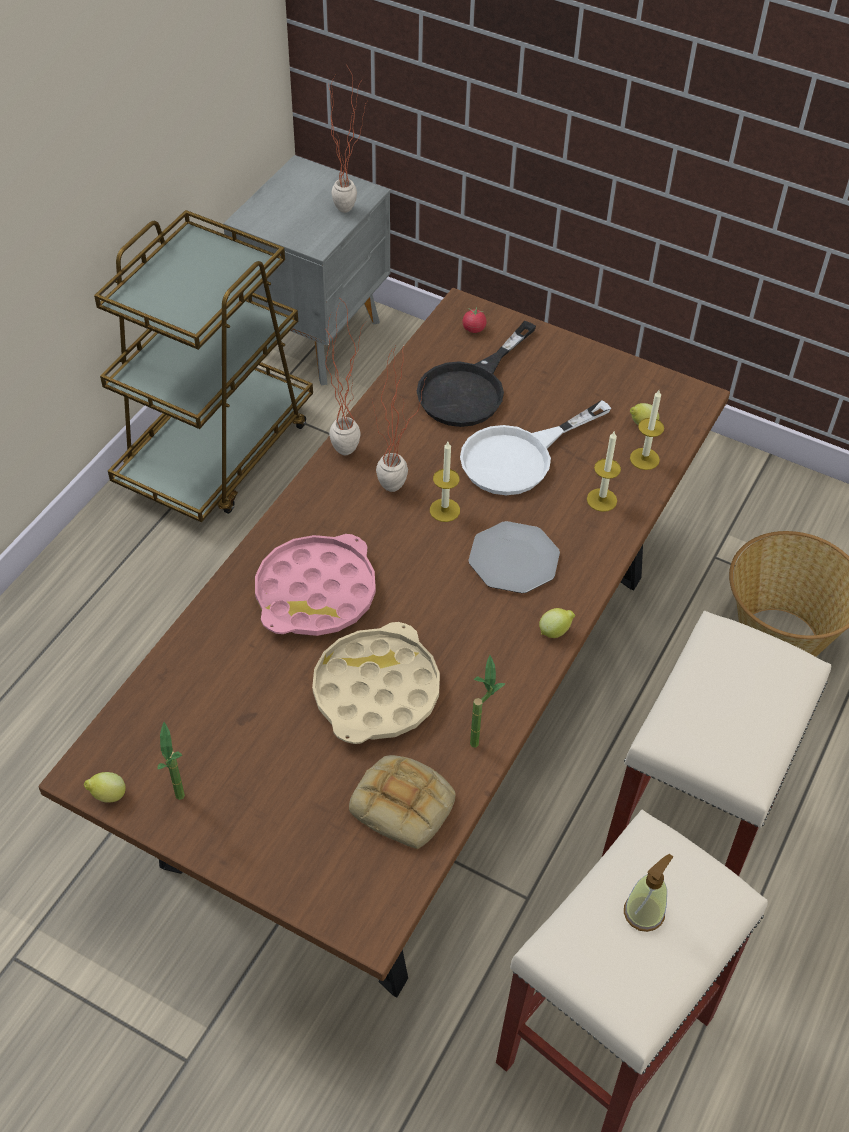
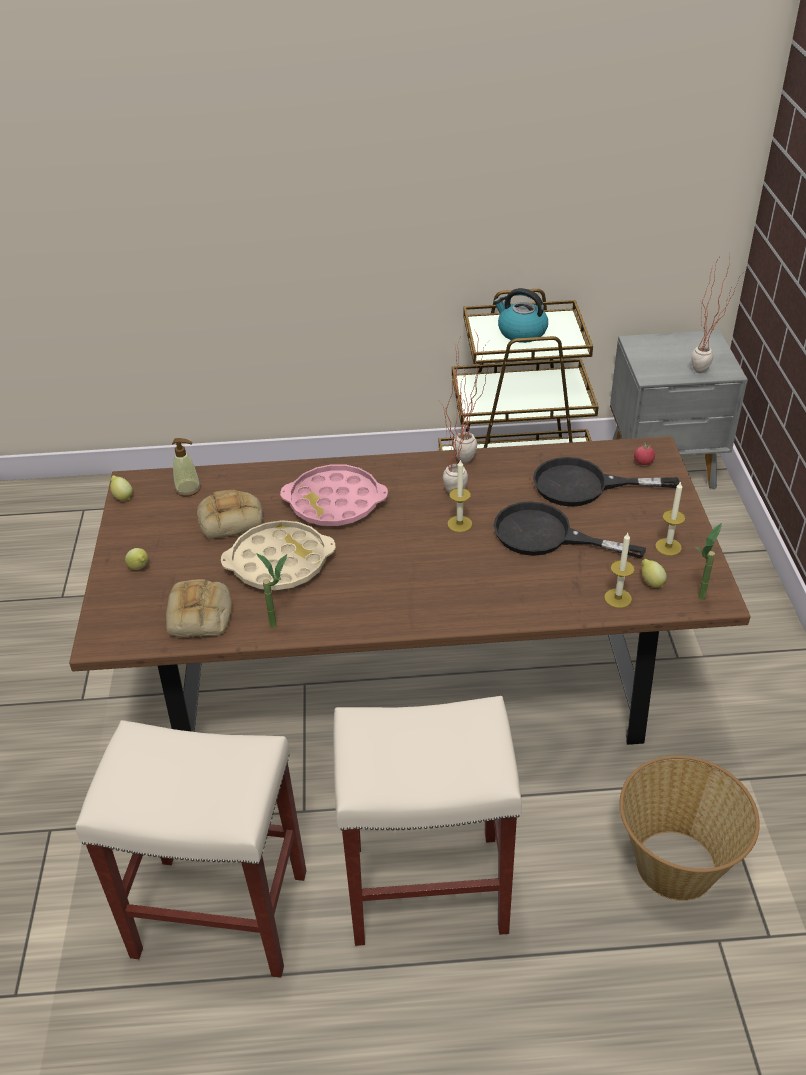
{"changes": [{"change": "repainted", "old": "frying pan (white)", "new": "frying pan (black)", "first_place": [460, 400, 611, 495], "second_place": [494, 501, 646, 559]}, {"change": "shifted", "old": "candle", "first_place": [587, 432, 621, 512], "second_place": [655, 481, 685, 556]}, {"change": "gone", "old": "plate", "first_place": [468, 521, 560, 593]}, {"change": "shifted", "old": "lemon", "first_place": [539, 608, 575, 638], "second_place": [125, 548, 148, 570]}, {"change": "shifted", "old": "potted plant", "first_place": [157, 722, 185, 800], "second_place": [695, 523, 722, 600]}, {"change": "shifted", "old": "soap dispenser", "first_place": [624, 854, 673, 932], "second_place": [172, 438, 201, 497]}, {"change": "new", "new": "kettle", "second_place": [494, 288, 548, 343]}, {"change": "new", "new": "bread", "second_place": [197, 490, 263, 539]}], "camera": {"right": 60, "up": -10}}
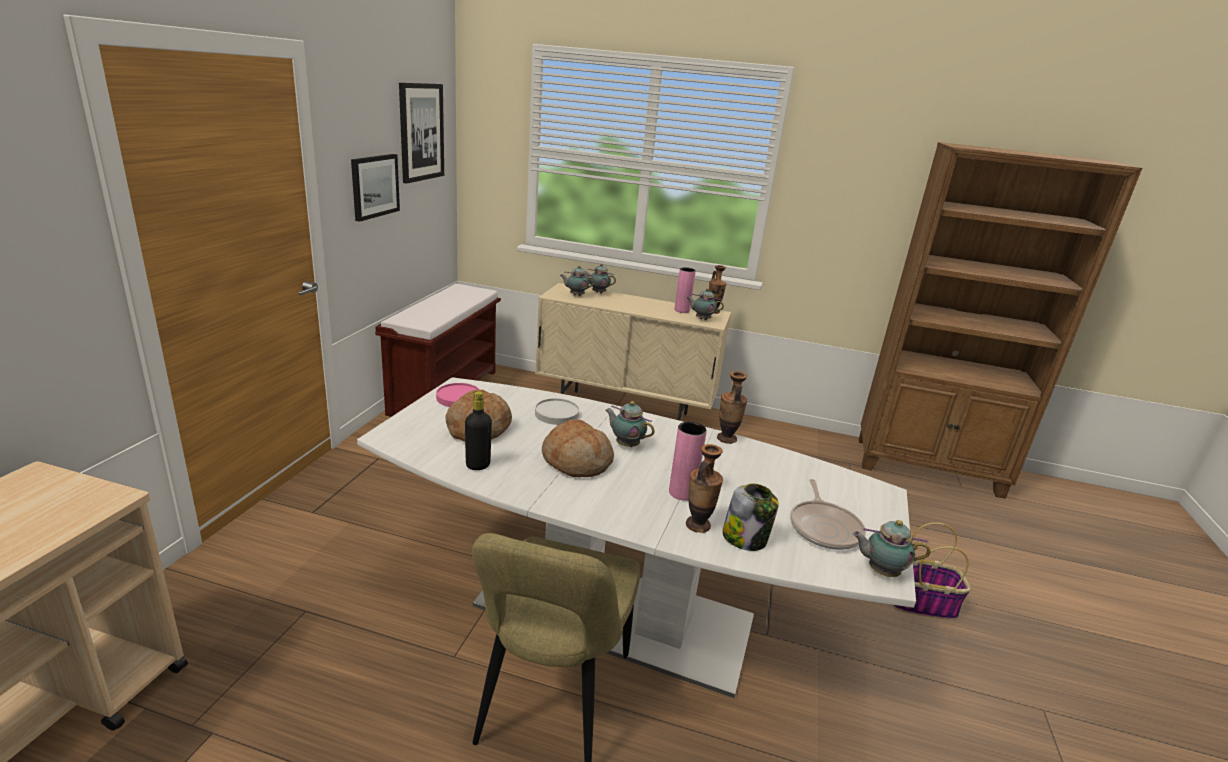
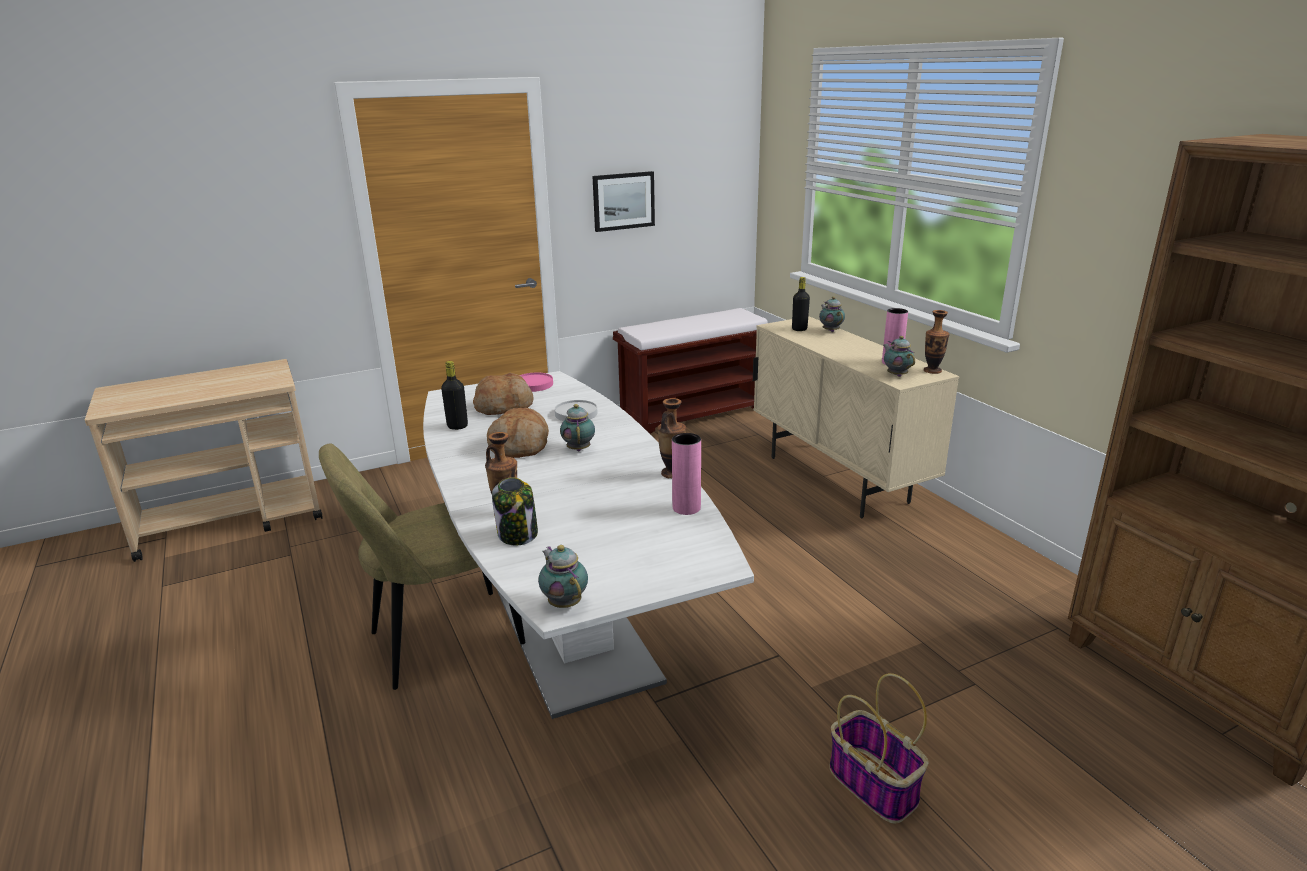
{"changes": [{"change": "gone", "old": "picture", "first_place": [399, 83, 444, 184]}, {"change": "swapped", "old": "teapot", "new": "bottle (black)", "first_place": [560, 266, 596, 296], "second_place": [792, 277, 810, 331]}, {"change": "shifted", "old": "vase (pink)", "first_place": [669, 422, 707, 501], "second_place": [672, 433, 701, 515]}, {"change": "gone", "old": "frying pan", "first_place": [790, 479, 866, 550]}], "camera": {"right": 50, "up": 0}}
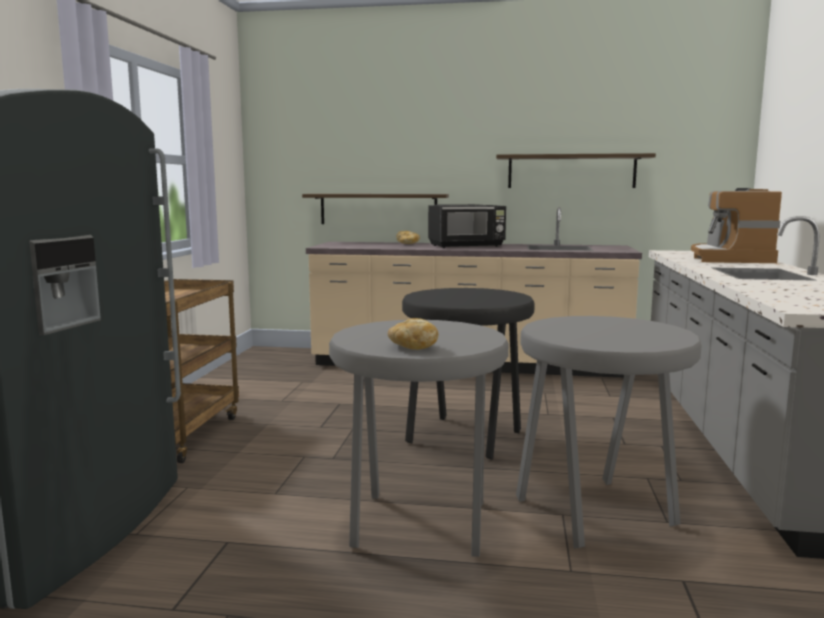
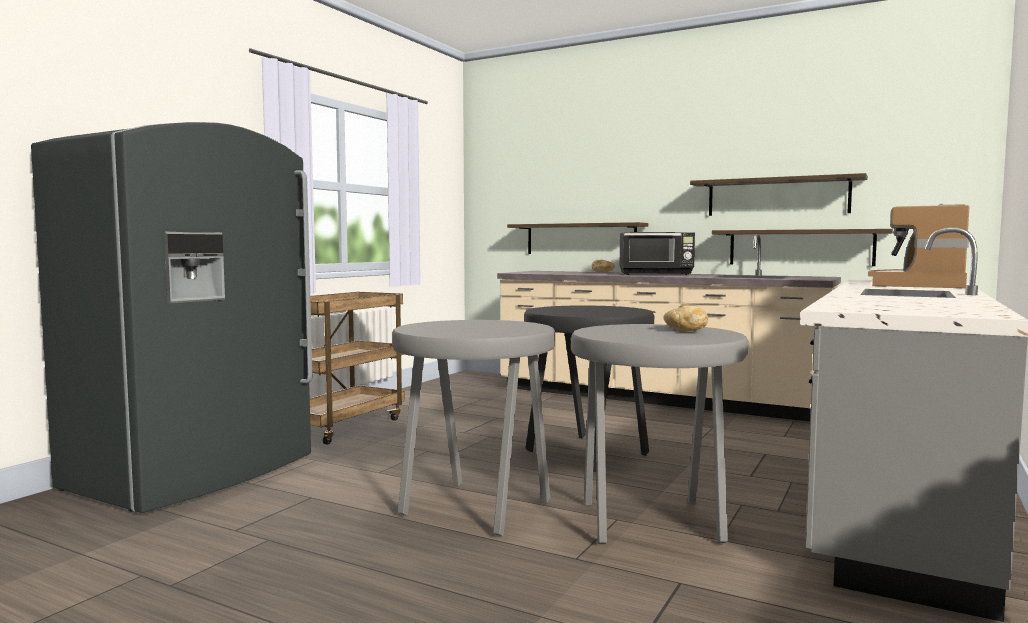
{"changes": [{"change": "shifted", "old": "bread", "first_place": [388, 318, 439, 350], "second_place": [663, 305, 708, 331]}, {"change": "new", "new": "shelf", "second_place": [712, 229, 893, 266]}], "camera": {"right": 20, "up": -5}}
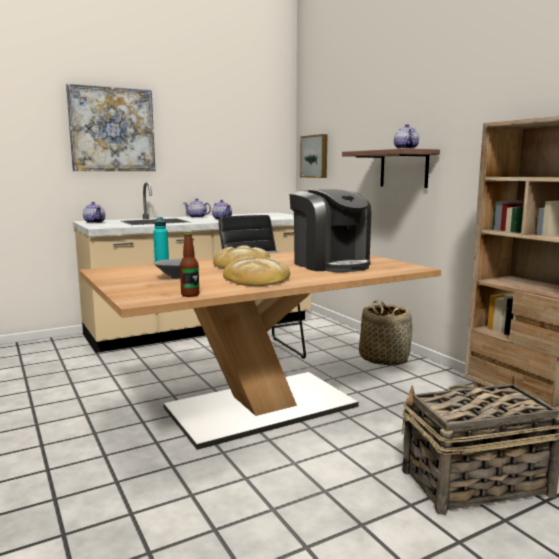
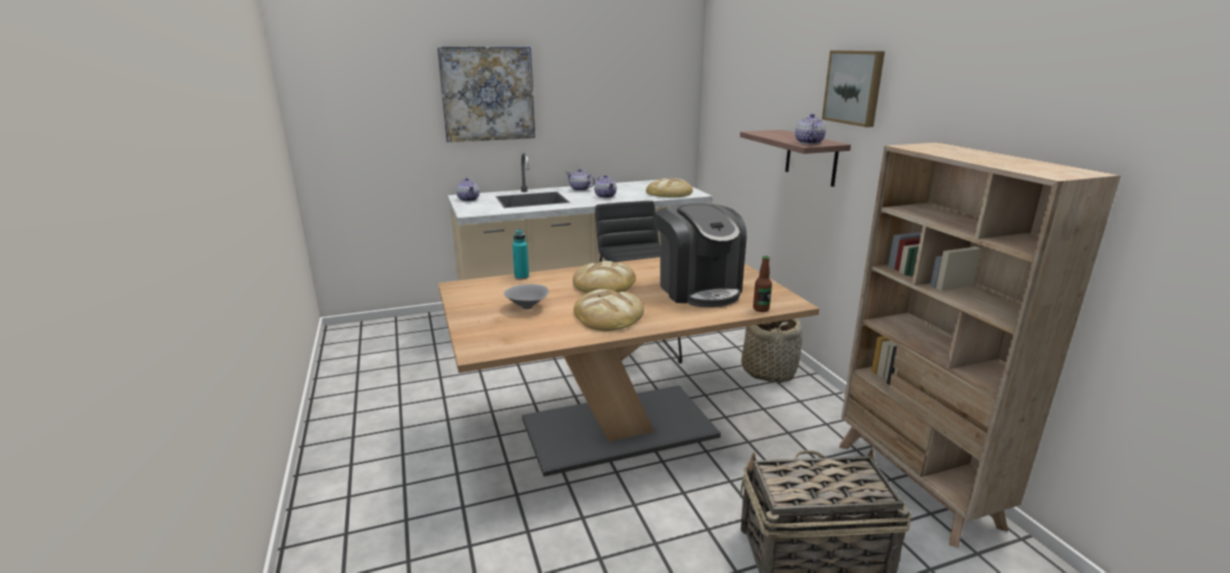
{"changes": [{"change": "shifted", "old": "picture", "first_place": [300, 134, 327, 178], "second_place": [822, 50, 885, 127]}, {"change": "shifted", "old": "bottle", "first_place": [180, 233, 199, 297], "second_place": [753, 256, 772, 312]}, {"change": "new", "new": "bread", "second_place": [646, 178, 693, 197]}], "camera": {"right": 10, "up": 10}}
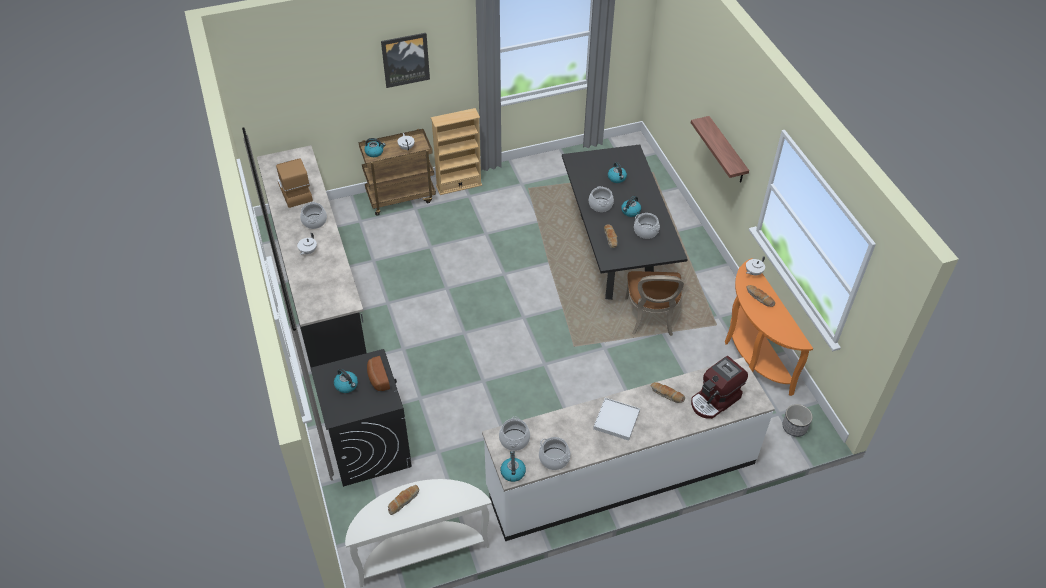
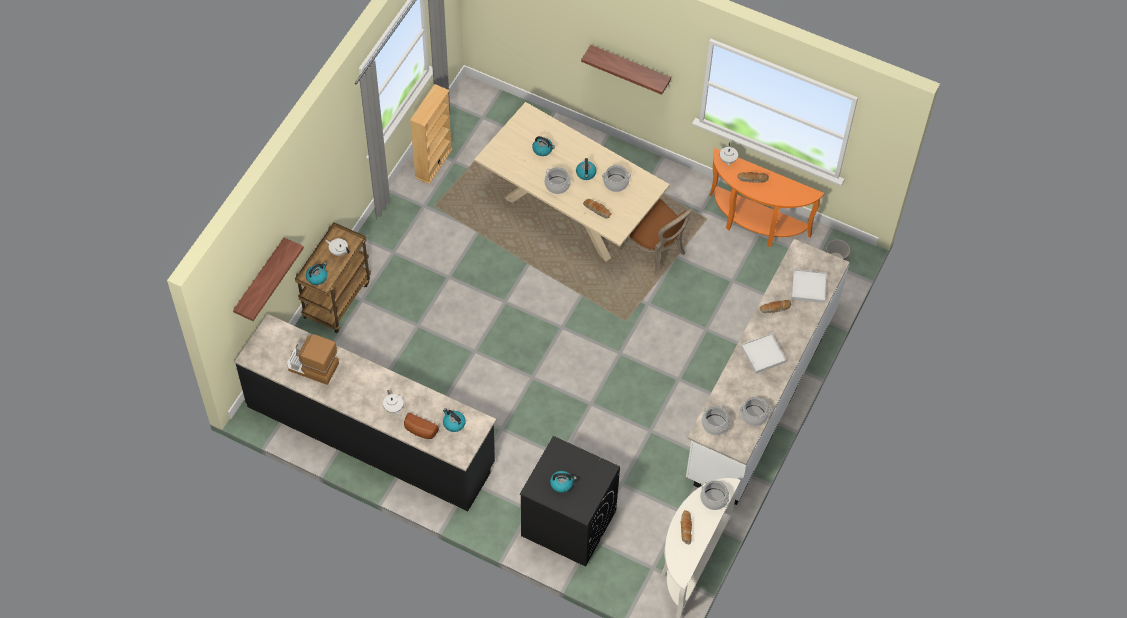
{"changes": [{"change": "gone", "old": "picture", "first_place": [381, 33, 430, 88]}, {"change": "shifted", "old": "bookcase (beige)", "first_place": [431, 108, 482, 195], "second_place": [410, 84, 453, 184]}, {"change": "repainted", "old": "dining table (black)", "new": "dining table (beige)", "first_place": [562, 145, 688, 300], "second_place": [474, 102, 670, 262]}, {"change": "shifted", "old": "cooking pot", "first_place": [300, 202, 327, 229], "second_place": [700, 480, 729, 510]}, {"change": "shifted", "old": "bread", "first_place": [367, 356, 390, 391], "second_place": [404, 413, 439, 439]}, {"change": "swapped", "old": "coffee machine", "new": "tray (white)", "first_place": [691, 356, 748, 419], "second_place": [791, 269, 827, 303]}, {"change": "shifted", "old": "kettle", "first_place": [500, 451, 526, 482], "second_place": [443, 408, 466, 432]}, {"change": "new", "new": "shelf", "second_place": [233, 237, 304, 321]}], "camera": {"right": -45, "up": 10}}
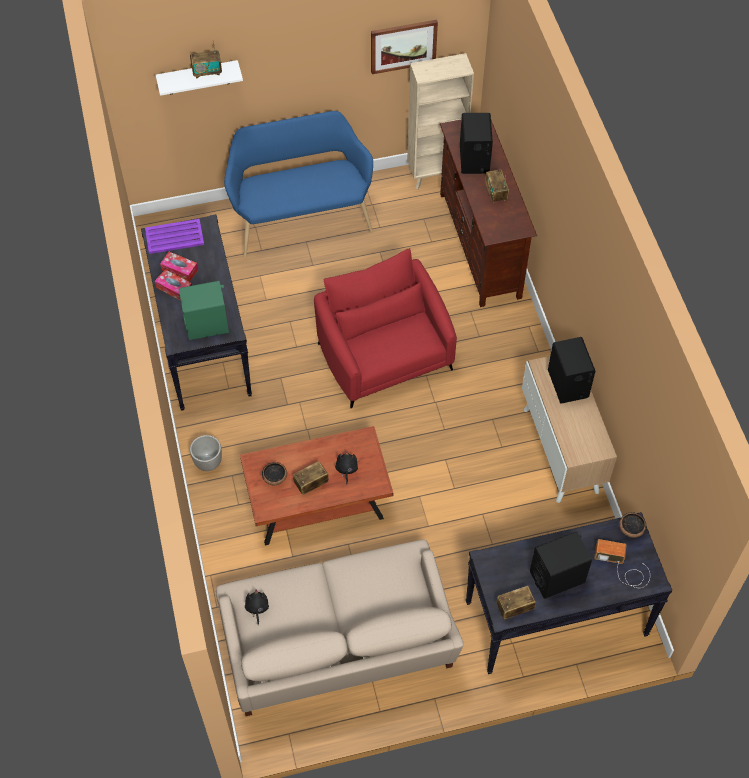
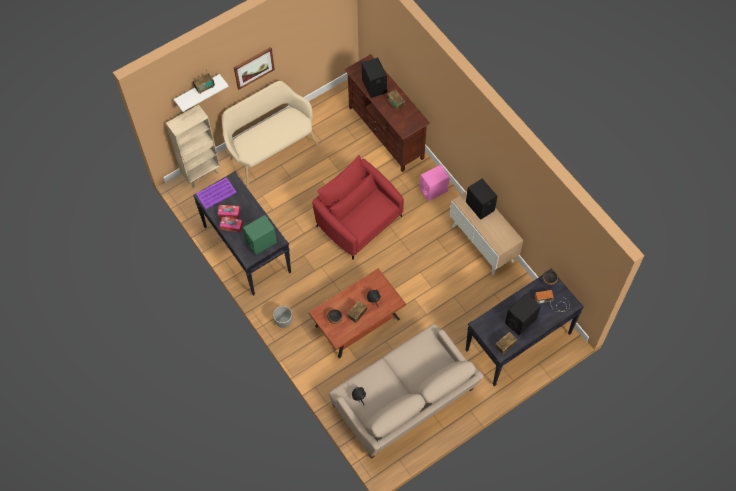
{"changes": [{"change": "shifted", "old": "picture", "first_place": [371, 20, 438, 74], "second_place": [234, 47, 275, 90]}, {"change": "shifted", "old": "bookcase (beige)", "first_place": [407, 53, 474, 189], "second_place": [166, 105, 220, 188]}, {"change": "repainted", "old": "bench (blue)", "new": "bench (beige)", "first_place": [224, 111, 373, 257], "second_place": [222, 81, 318, 187]}, {"change": "new", "new": "speaker (pink)", "second_place": [420, 165, 450, 201]}], "camera": {"right": -20, "up": 5}}
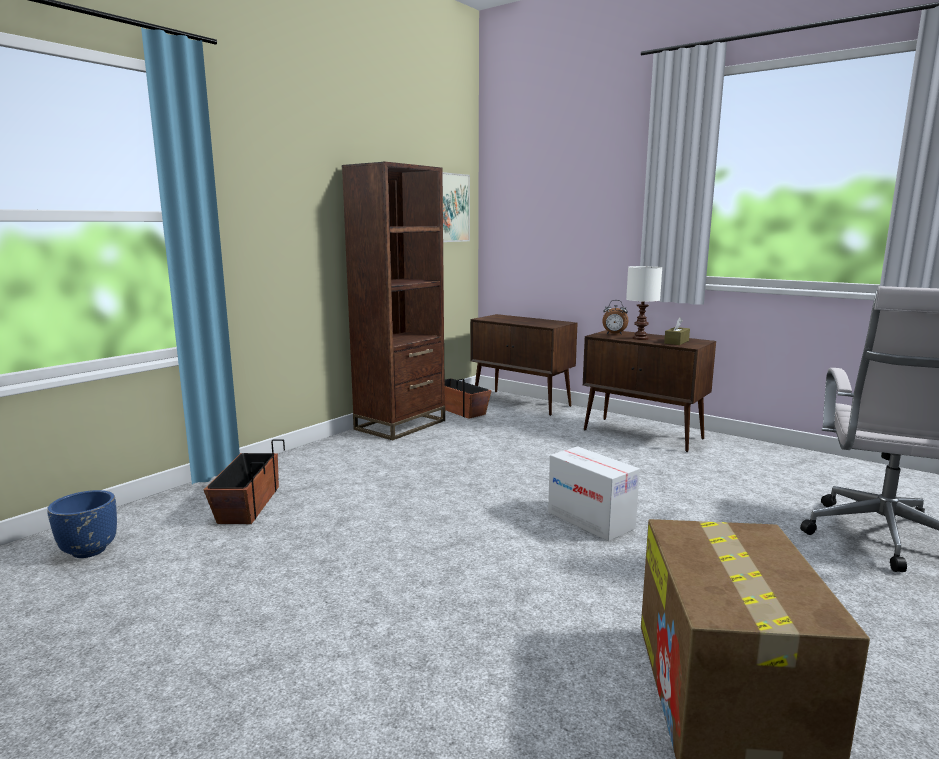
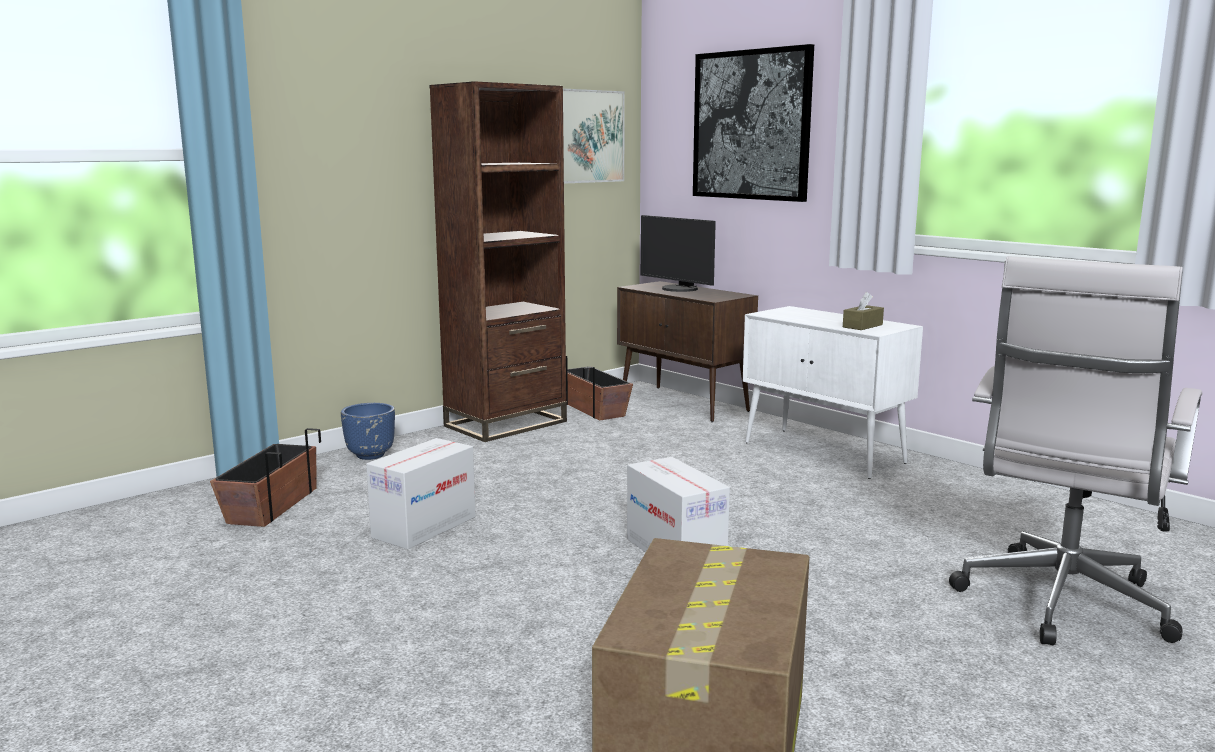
{"changes": [{"change": "gone", "old": "table lamp (white)", "first_place": [626, 266, 662, 340]}, {"change": "gone", "old": "alarm clock", "first_place": [602, 300, 628, 335]}, {"change": "repainted", "old": "cabinet (brown)", "new": "cabinet (white)", "first_place": [583, 330, 716, 452], "second_place": [743, 306, 923, 479]}, {"change": "shifted", "old": "planter (blue)", "first_place": [47, 490, 117, 558], "second_place": [341, 403, 395, 460]}, {"change": "new", "new": "picture", "second_place": [693, 44, 814, 202]}, {"change": "new", "new": "monitor", "second_place": [641, 215, 716, 292]}, {"change": "new", "new": "cardboard box", "second_place": [366, 438, 476, 549]}], "camera": {"right": 10, "up": 0}}
